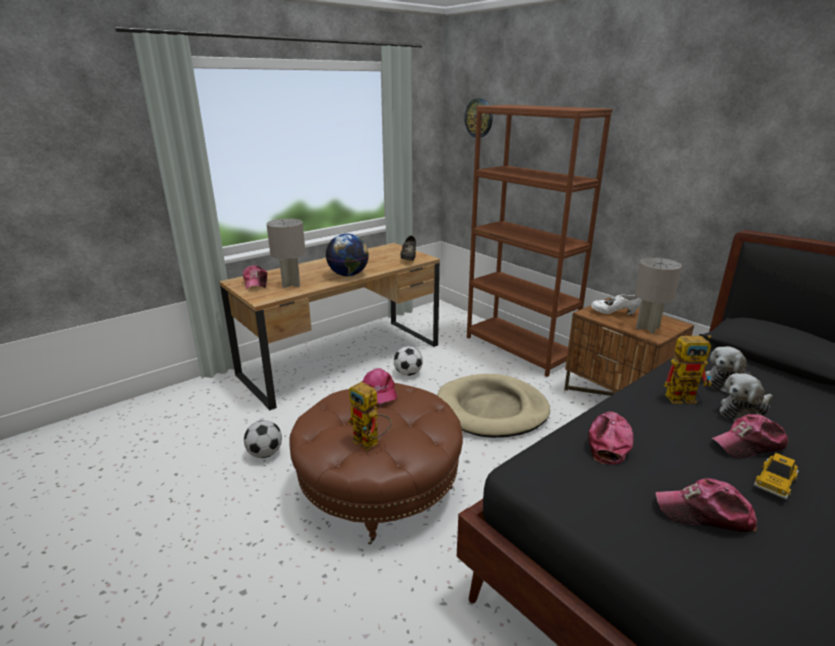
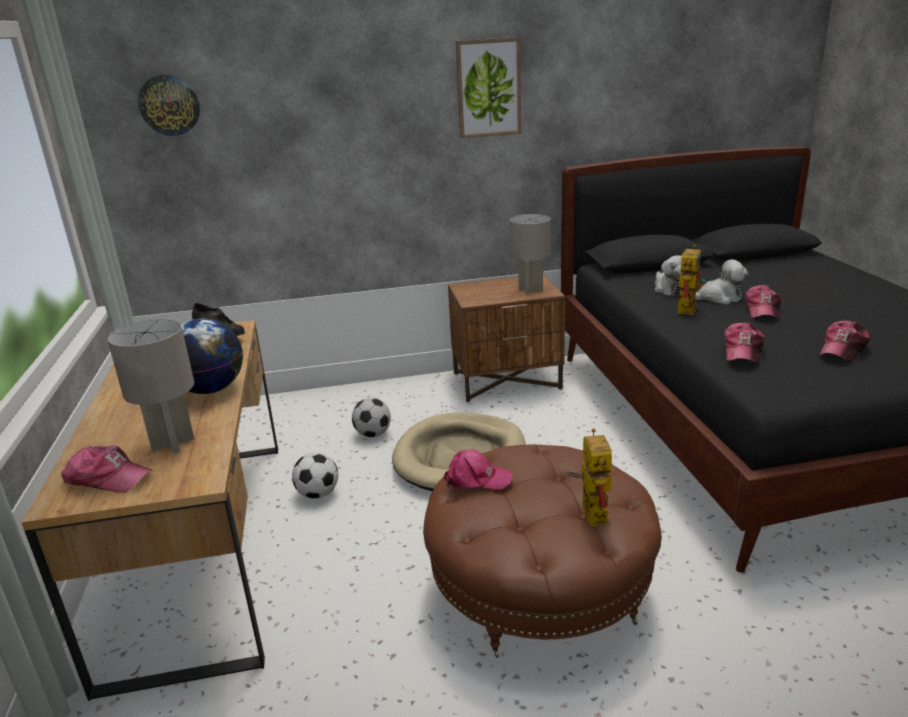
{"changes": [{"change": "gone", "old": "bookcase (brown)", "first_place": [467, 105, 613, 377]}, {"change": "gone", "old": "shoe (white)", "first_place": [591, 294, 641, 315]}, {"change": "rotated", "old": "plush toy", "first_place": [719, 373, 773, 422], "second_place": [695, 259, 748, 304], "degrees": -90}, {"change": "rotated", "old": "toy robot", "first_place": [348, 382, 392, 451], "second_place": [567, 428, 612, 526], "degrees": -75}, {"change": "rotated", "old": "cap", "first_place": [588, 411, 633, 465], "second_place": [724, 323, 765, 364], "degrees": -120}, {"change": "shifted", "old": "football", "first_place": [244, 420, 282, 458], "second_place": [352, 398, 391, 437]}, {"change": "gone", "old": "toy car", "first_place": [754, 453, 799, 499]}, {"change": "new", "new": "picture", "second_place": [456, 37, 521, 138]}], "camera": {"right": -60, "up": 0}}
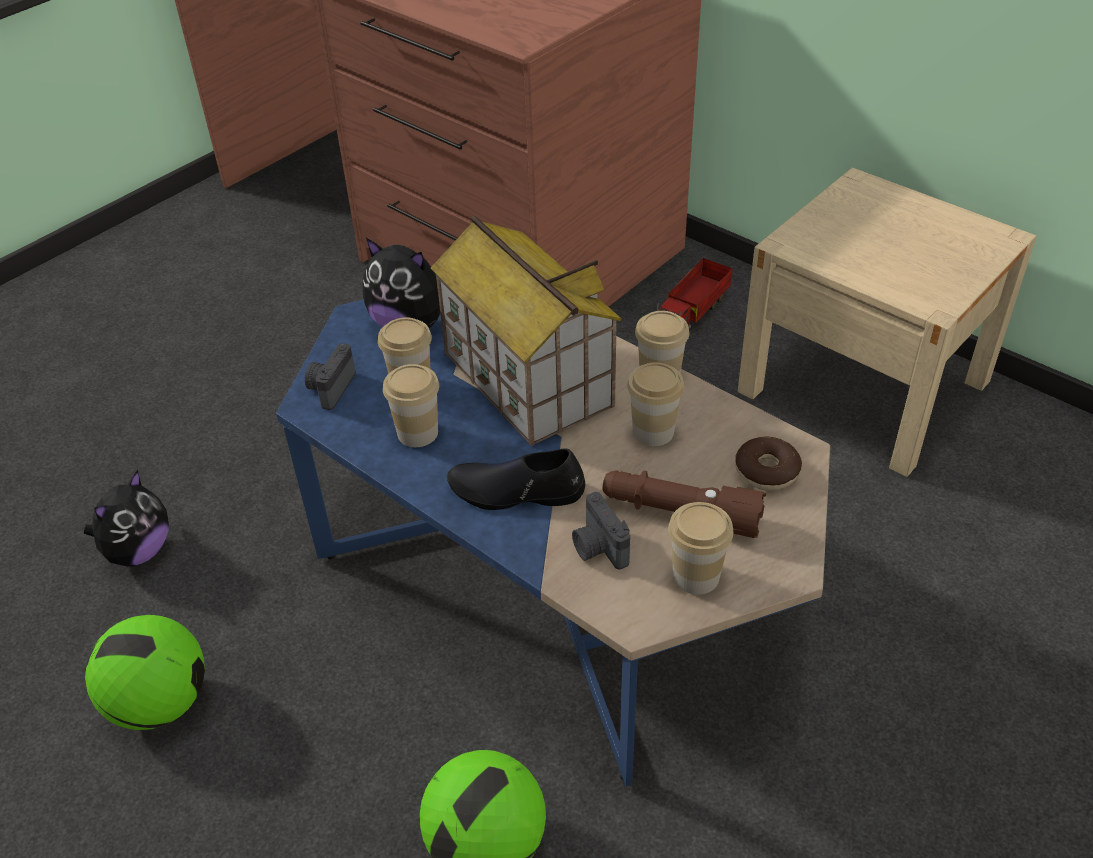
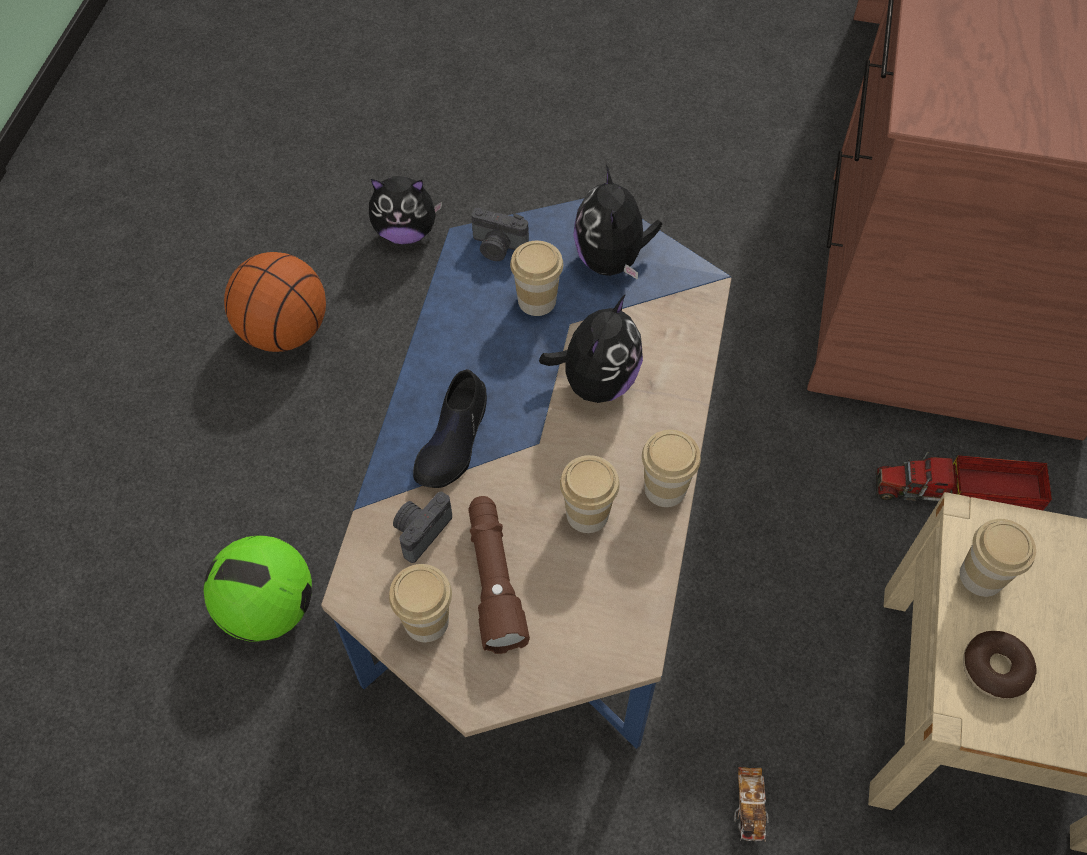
{"changes": [{"change": "swapped", "old": "toy house", "new": "plush toy", "first_place": [431, 216, 622, 446], "second_place": [539, 294, 643, 403]}, {"change": "rotated", "old": "photo camera", "first_place": [305, 343, 356, 410], "second_place": [471, 208, 529, 261], "degrees": -150}, {"change": "shifted", "old": "cup", "first_place": [383, 364, 439, 447], "second_place": [960, 519, 1036, 597]}, {"change": "shifted", "old": "donut", "first_place": [735, 437, 802, 491], "second_place": [963, 631, 1037, 700]}, {"change": "rotated", "old": "shoe (black)", "first_place": [447, 449, 585, 510], "second_place": [413, 369, 487, 488], "degrees": -135}, {"change": "swapped", "old": "football", "new": "basketball", "first_place": [85, 615, 205, 730], "second_place": [224, 252, 326, 352]}, {"change": "new", "new": "toy car", "second_place": [734, 767, 769, 842]}], "camera": {"right": 60, "up": 15}}
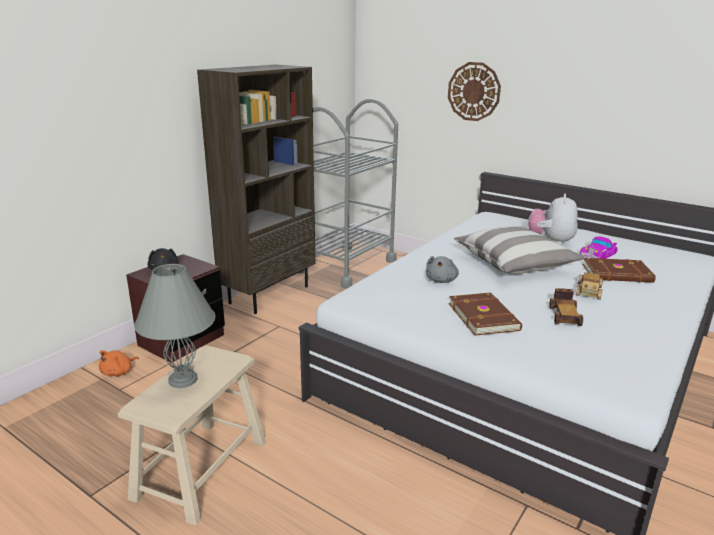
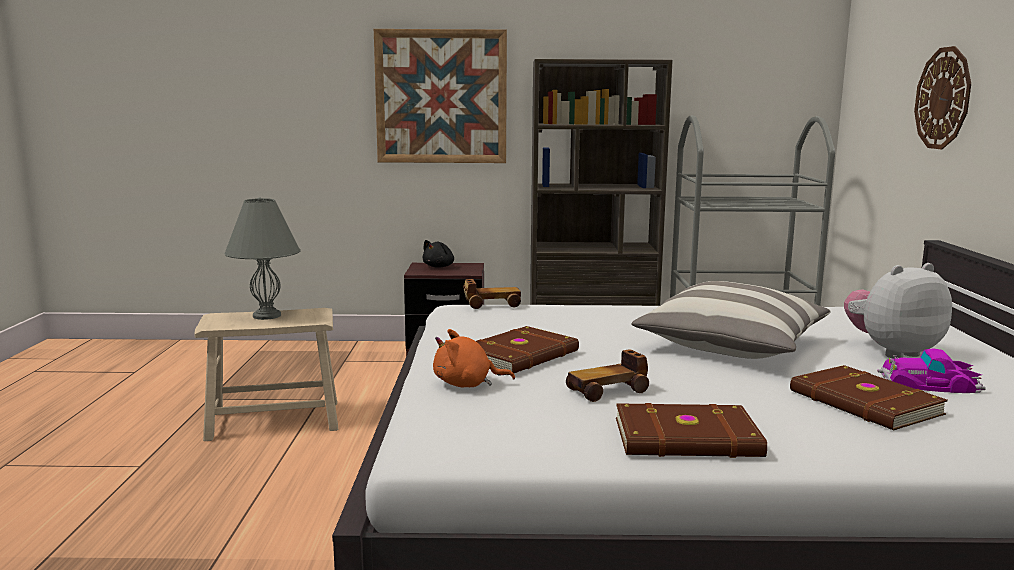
{"changes": [{"change": "gone", "old": "plush toy (grey)", "first_place": [426, 256, 459, 283]}, {"change": "shifted", "old": "toy car", "first_place": [576, 273, 603, 300], "second_place": [463, 279, 521, 309]}, {"change": "shifted", "old": "plush toy (orange)", "first_place": [99, 350, 139, 376], "second_place": [433, 329, 515, 387]}, {"change": "new", "new": "picture", "second_place": [374, 29, 507, 163]}, {"change": "new", "new": "book (brown)", "second_place": [616, 403, 767, 458]}], "camera": {"right": 55, "up": -10}}
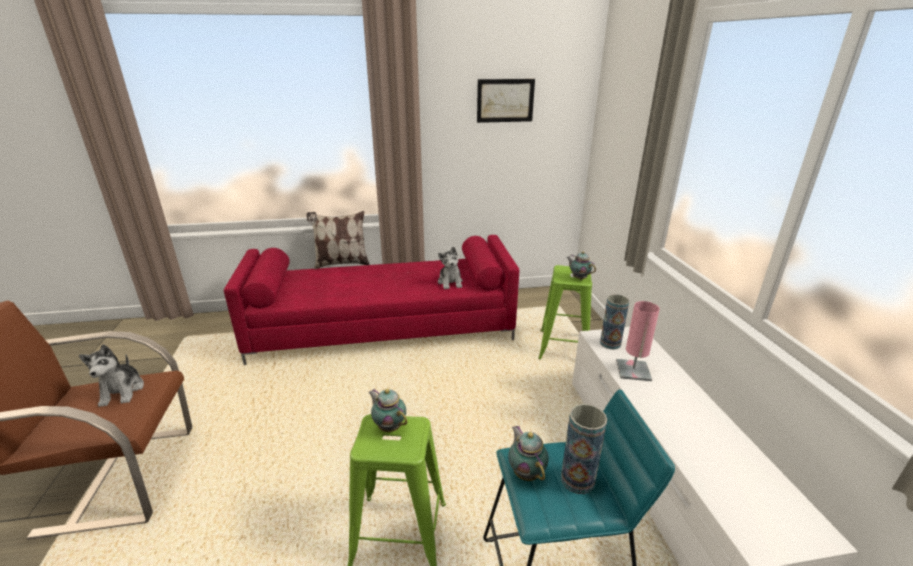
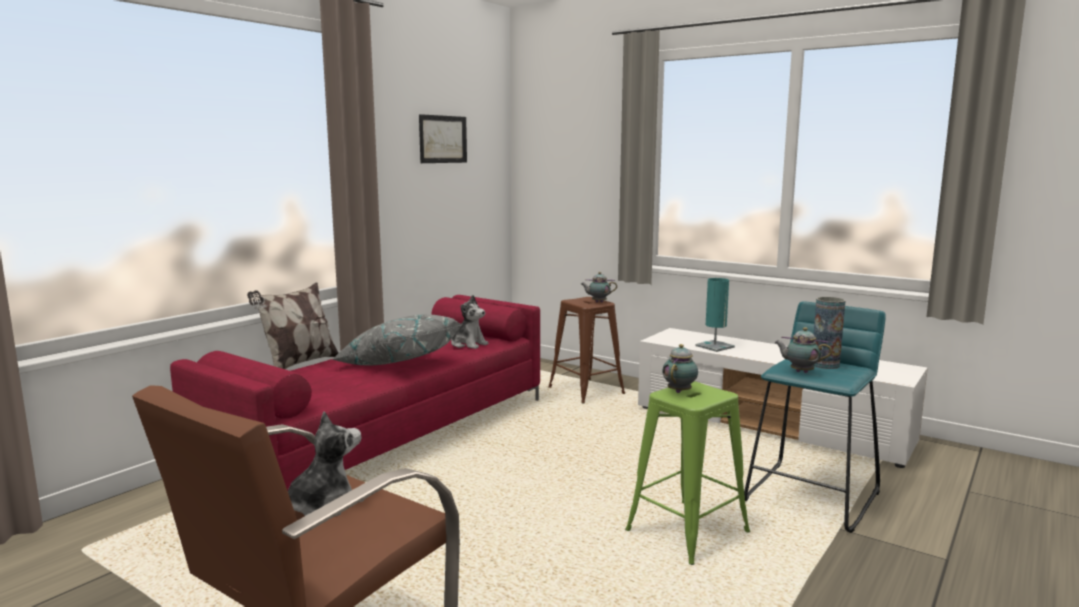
{"changes": [{"change": "repainted", "old": "stool (green)", "new": "stool (brown)", "first_place": [538, 265, 592, 359], "second_place": [548, 297, 625, 404]}, {"change": "gone", "old": "vase", "first_place": [600, 294, 629, 350]}, {"change": "repainted", "old": "table lamp (pink)", "new": "table lamp (turquoise)", "first_place": [616, 301, 660, 381], "second_place": [695, 278, 735, 352]}, {"change": "rotated", "old": "plush toy", "first_place": [79, 344, 144, 407], "second_place": [288, 411, 364, 516], "degrees": -75}, {"change": "rotated", "old": "teapot", "first_place": [368, 389, 407, 432], "second_place": [662, 344, 698, 393], "degrees": 120}, {"change": "new", "new": "pillow (grey)", "second_place": [332, 314, 461, 365]}], "camera": {"right": -45, "up": -15}}
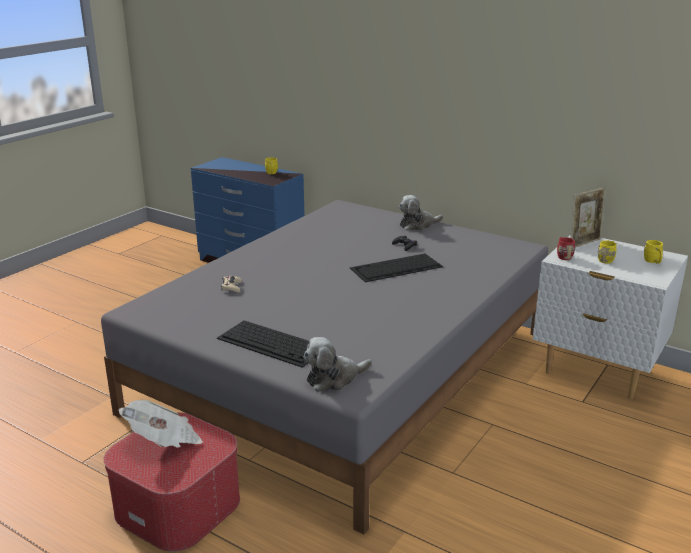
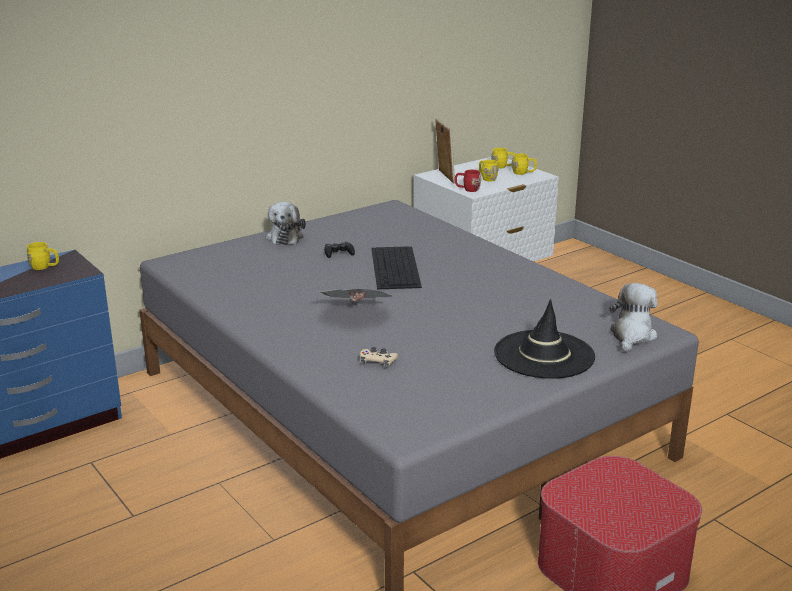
{"changes": [{"change": "swapped", "old": "keyboard", "new": "hat (black)", "first_place": [217, 320, 309, 368], "second_place": [494, 299, 595, 379]}, {"change": "rotated", "old": "plush toy", "first_place": [303, 337, 372, 392], "second_place": [609, 283, 658, 352], "degrees": -150}, {"change": "shifted", "old": "newspaper", "first_place": [119, 400, 203, 448], "second_place": [318, 289, 392, 301]}, {"change": "new", "new": "mug (yellow)", "second_place": [512, 154, 537, 175]}], "camera": {"right": -70, "up": 0}}
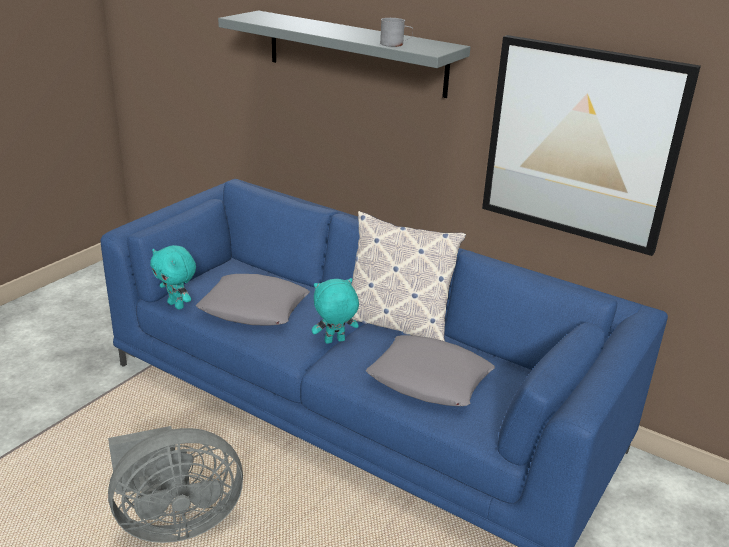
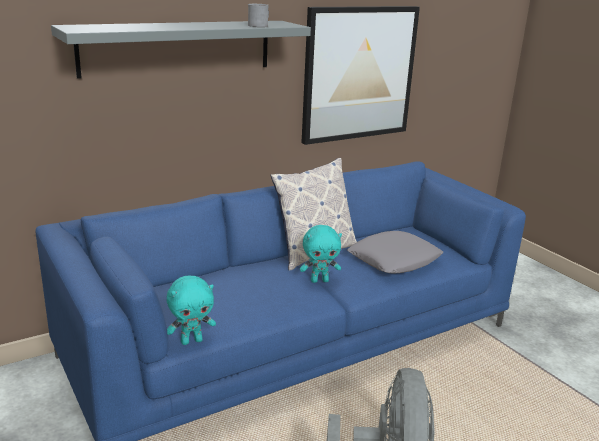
{"changes": [{"change": "gone", "old": "pillow (grey)", "first_place": [196, 274, 310, 326]}, {"change": "rotated", "old": "plush toy (turquoise)", "first_place": [312, 278, 359, 344], "second_place": [300, 225, 342, 283], "degrees": -105}], "camera": {"right": -65, "up": -5}}
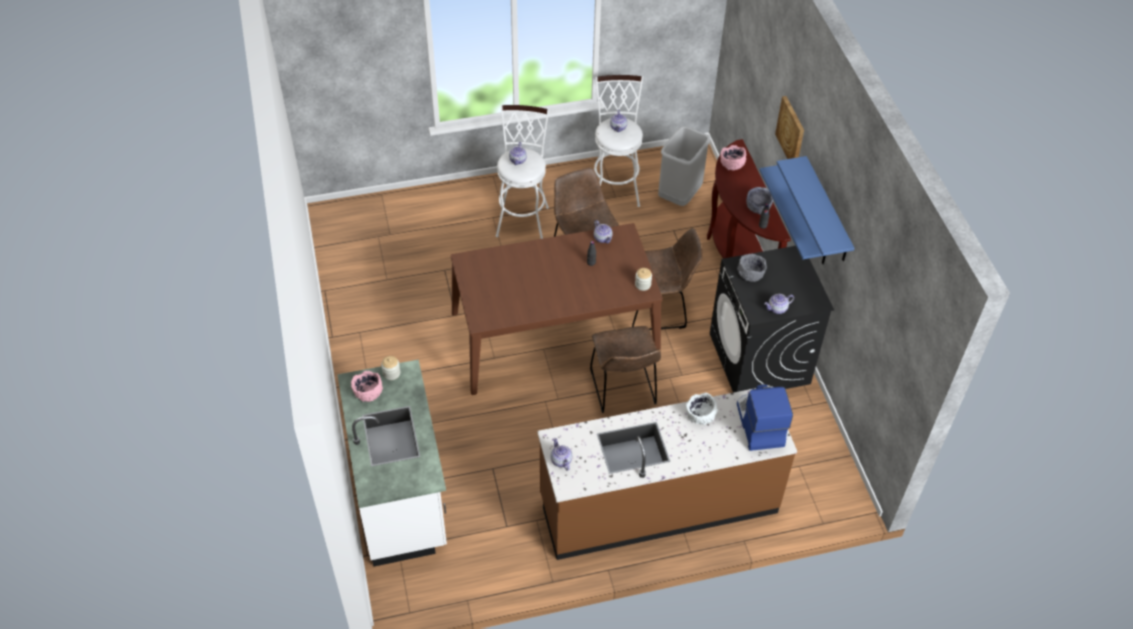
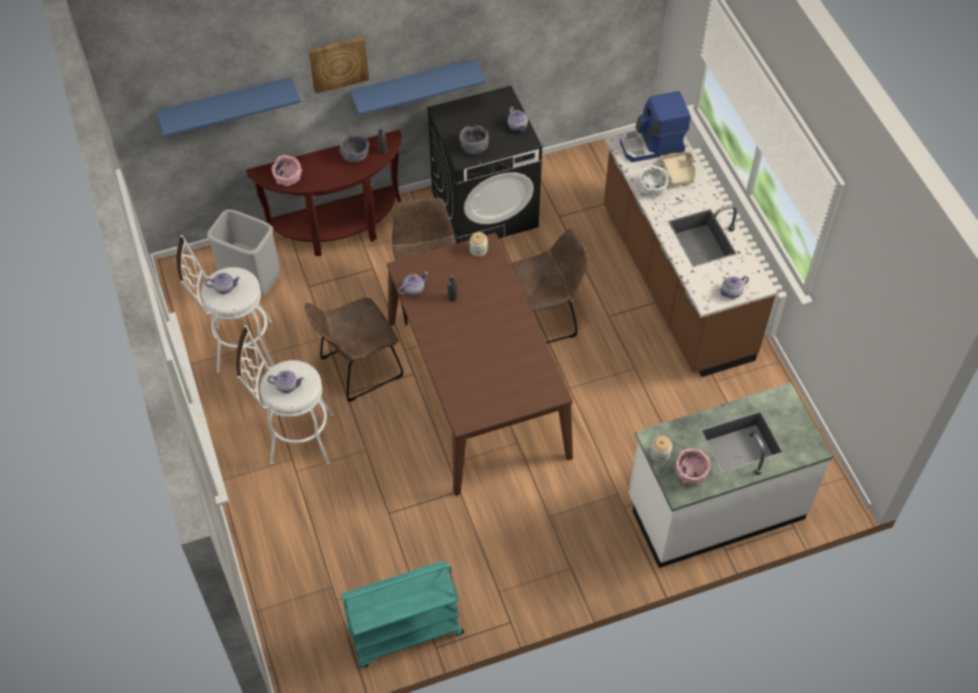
{"changes": [{"change": "shifted", "old": "shelf (blue)", "first_place": [777, 156, 855, 261], "second_place": [156, 77, 301, 137]}, {"change": "new", "new": "tray (beige)", "second_place": [661, 152, 696, 187]}, {"change": "new", "new": "cart (turquoise)", "second_place": [341, 561, 464, 668]}], "camera": {"right": -95, "up": 5}}
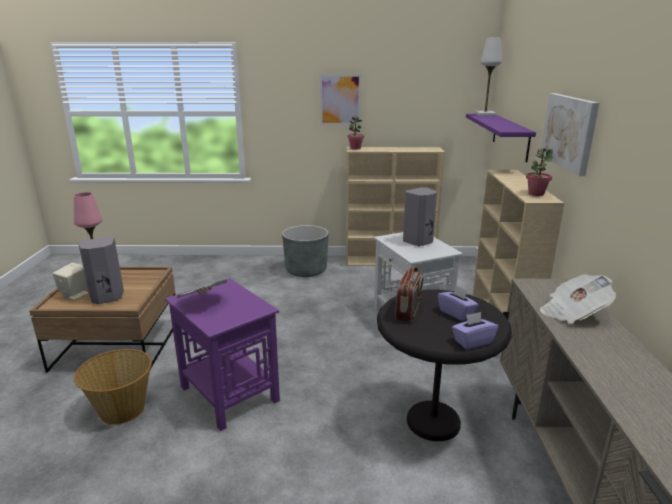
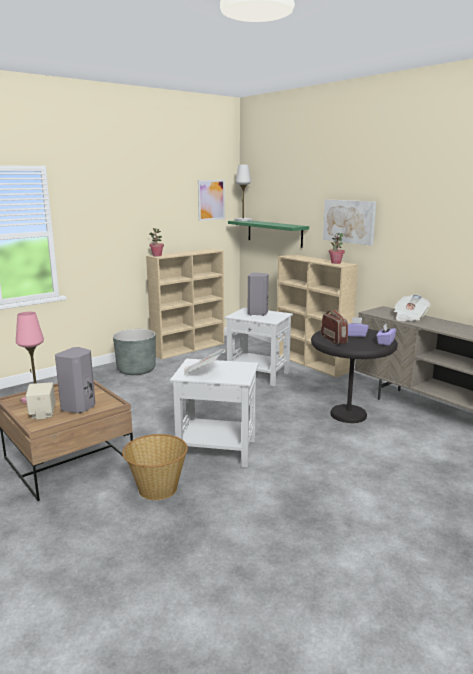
{"changes": [{"change": "shifted", "old": "picture", "first_place": [320, 74, 361, 125], "second_place": [198, 180, 225, 221]}, {"change": "repainted", "old": "shelf (purple)", "new": "shelf (green)", "first_place": [466, 114, 536, 163], "second_place": [228, 221, 309, 248]}, {"change": "repainted", "old": "side table (purple)", "new": "side table (white)", "first_place": [165, 278, 280, 431], "second_place": [170, 359, 259, 467]}], "camera": {"right": -40, "up": -5}}
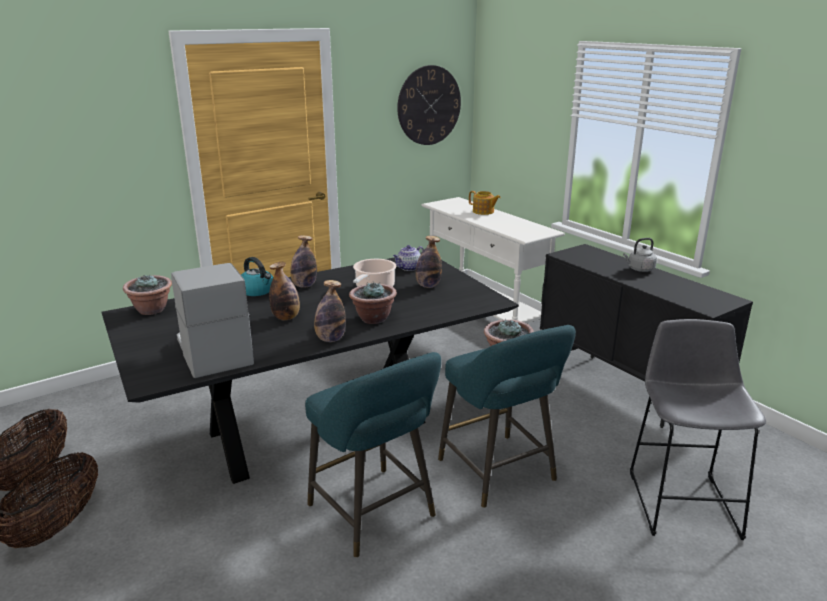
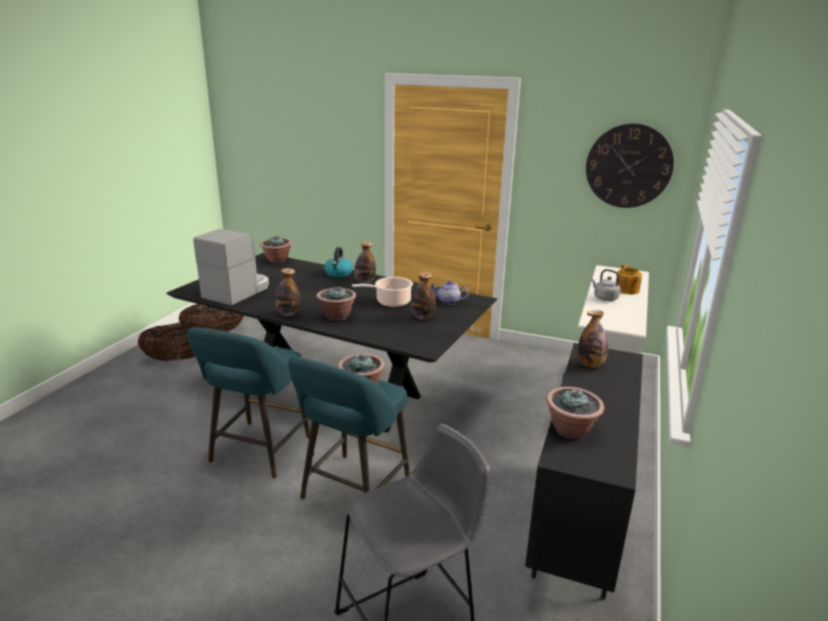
{"changes": [{"change": "shifted", "old": "kettle (grey)", "first_place": [623, 238, 657, 272], "second_place": [591, 269, 621, 301]}, {"change": "shifted", "old": "bottle", "first_place": [269, 262, 300, 320], "second_place": [578, 310, 608, 368]}, {"change": "new", "new": "potted plant", "second_place": [546, 387, 604, 439]}], "camera": {"right": 55, "up": 0}}
